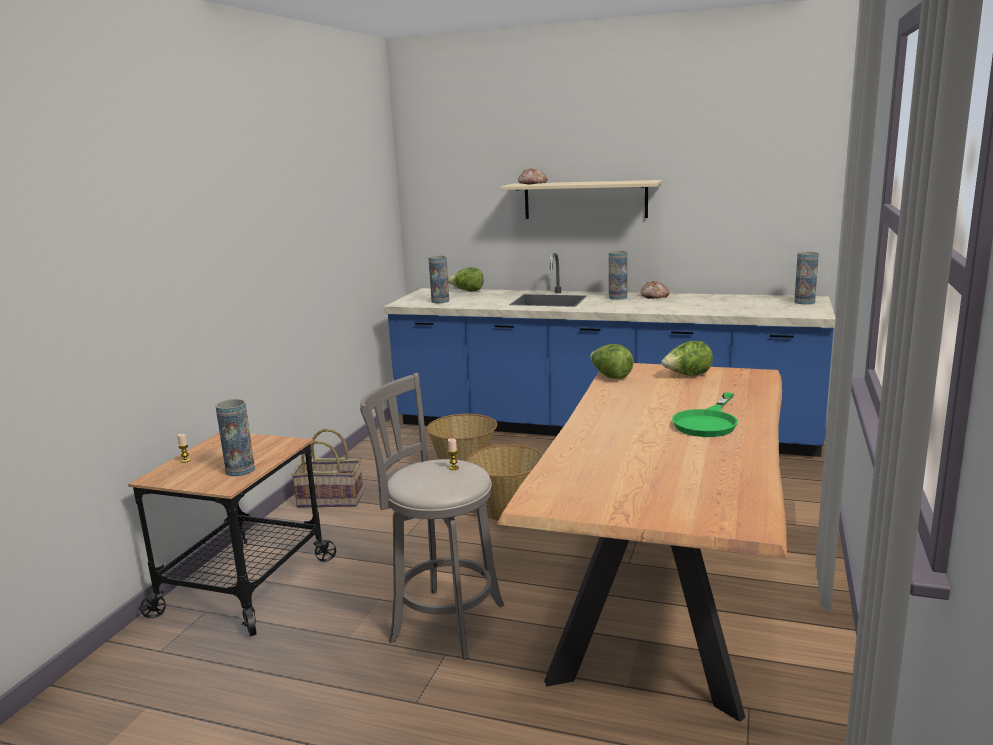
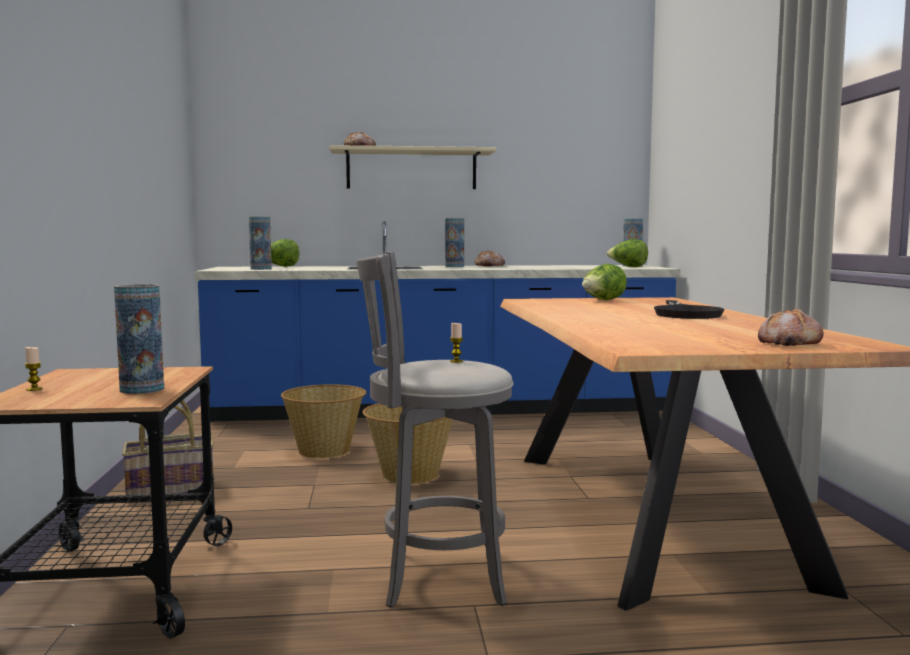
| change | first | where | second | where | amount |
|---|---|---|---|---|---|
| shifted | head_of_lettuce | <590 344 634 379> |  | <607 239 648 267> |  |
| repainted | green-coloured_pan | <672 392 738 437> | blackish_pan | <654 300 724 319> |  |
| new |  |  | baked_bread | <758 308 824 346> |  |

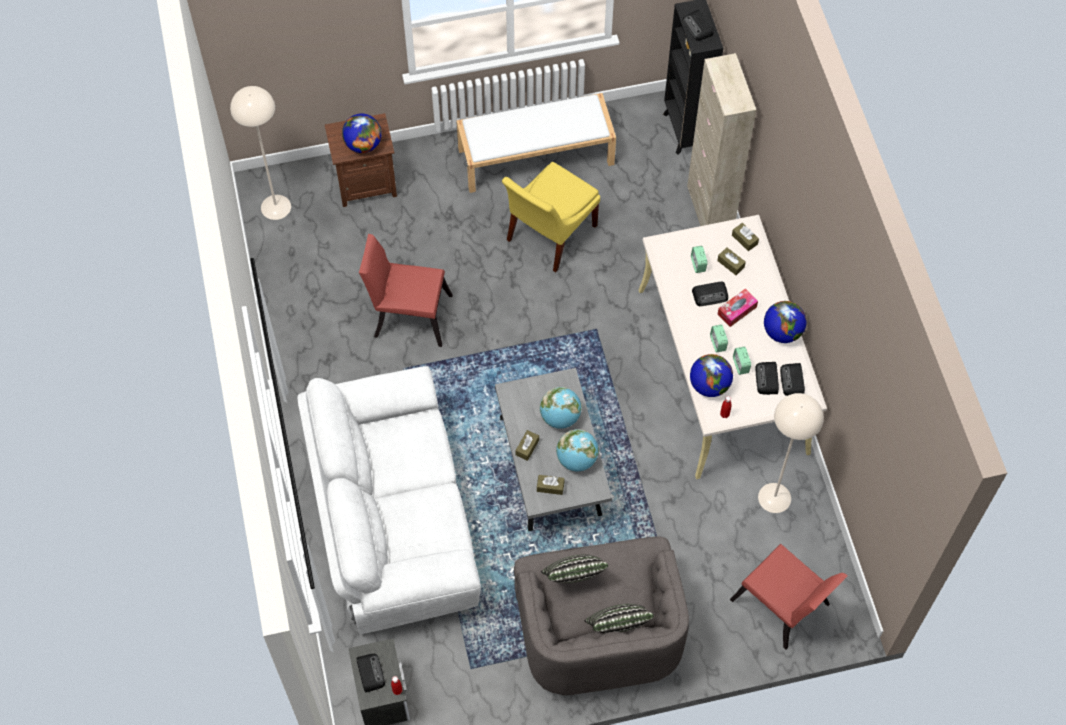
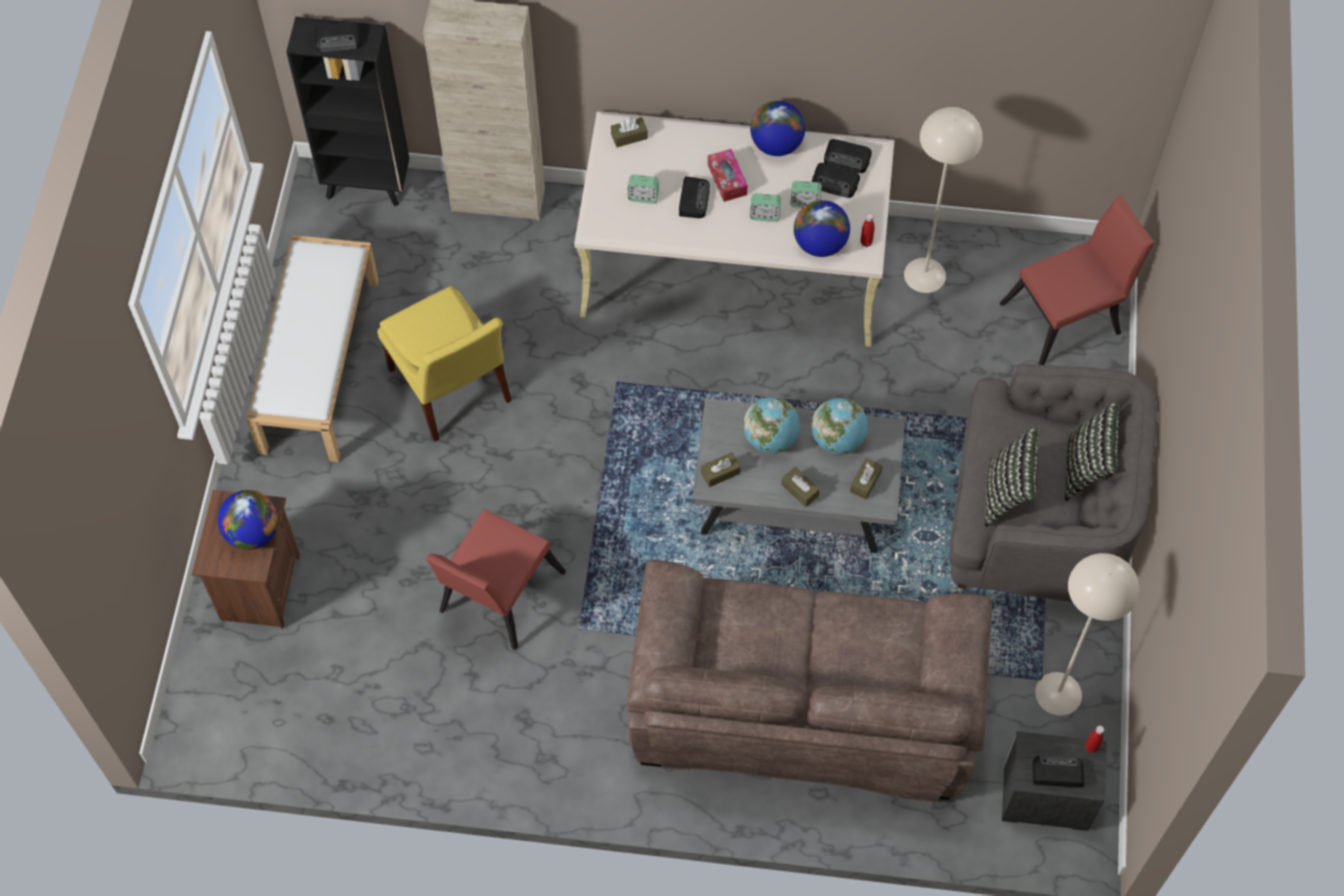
| change | first | where | second | where | amount |
|---|---|---|---|---|---|
| repainted | white_sofa | <297 366 481 634> | brown_sofa | <626 560 992 803> |  |
| shifted | brown_tissue_holder | <717 247 746 275> |  | <701 452 741 487> |  |
| shifted | beige-coloured_standing_lamp | <230 86 291 220> |  | <1035 553 1139 716> |  |

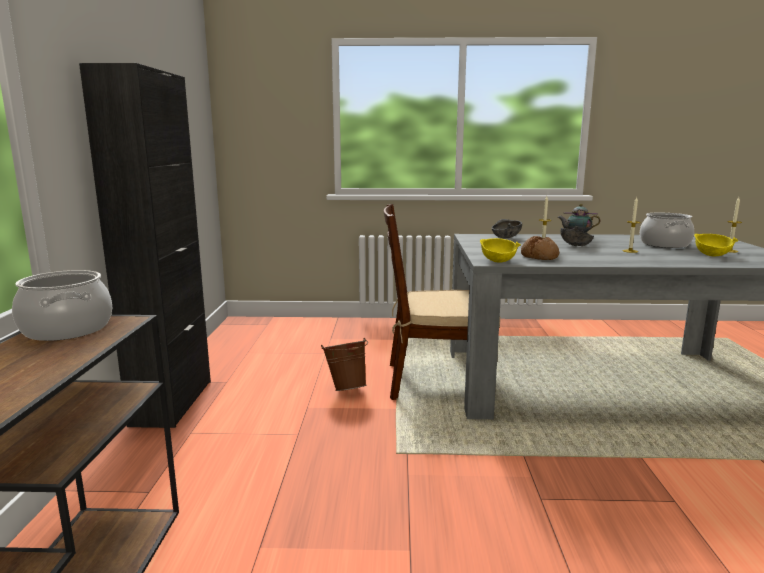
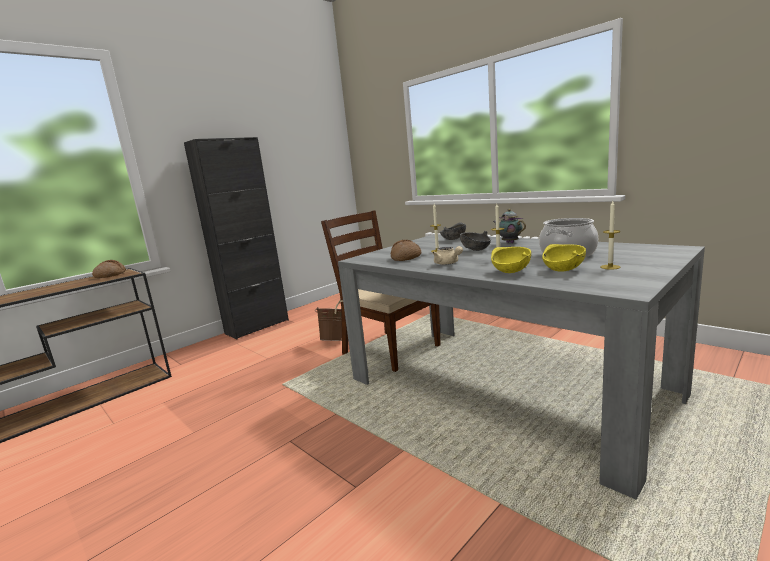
| change | first | where | second | where | amount |
|---|---|---|---|---|---|
| swapped | stockpot | <12 270 112 341> | baked_bread | <92 260 126 278> |  |
| new |  |  | beige-coloured_tea_pot | <433 246 463 265> |  |
| shifted | yellow-coloured_bowl | <480 238 521 263> |  | <491 247 531 273> |  |

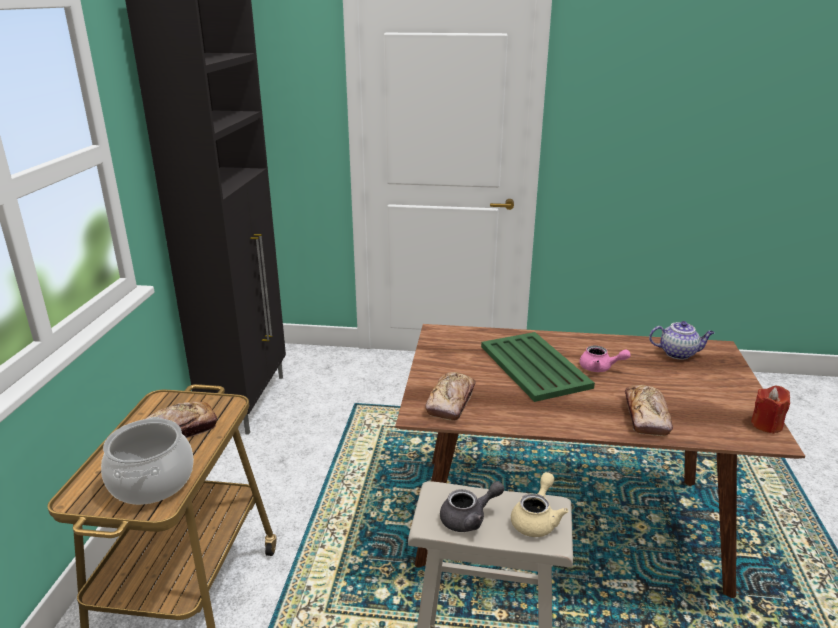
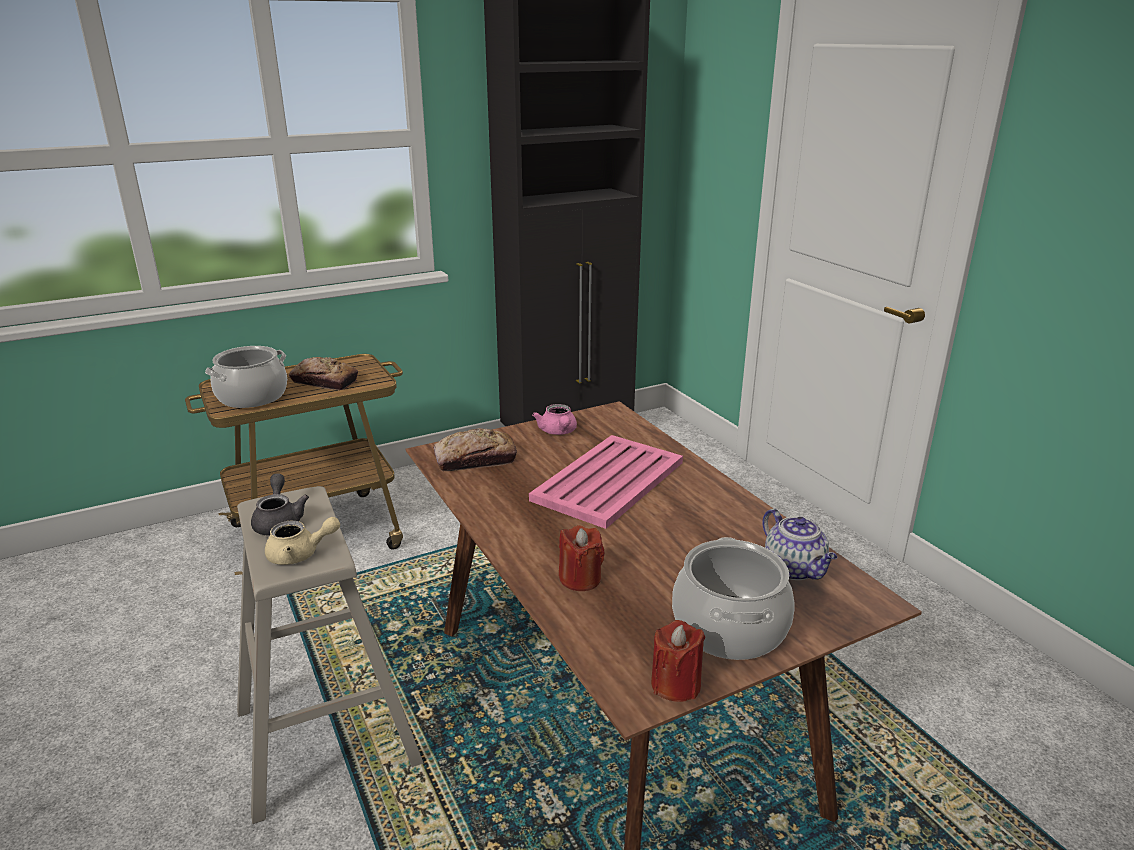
| change | first | where | second | where | amount |
|---|---|---|---|---|---|
| rotated | gray_tea_pot | <440 481 505 532> |  | <251 473 309 536> | 135 degrees counterclockwise |
| repainted | green-coloured_tray | <481 332 595 402> | pinkish_tray | <529 435 683 529> |  |
| shifted | pinkish_tea_pot | <580 345 631 372> |  | <532 404 577 435> |  |
| swapped | baked_bread | <625 385 673 436> | red_candle | <559 525 605 591> |  |
| new |  |  | stockpot | <672 537 795 660> |  |

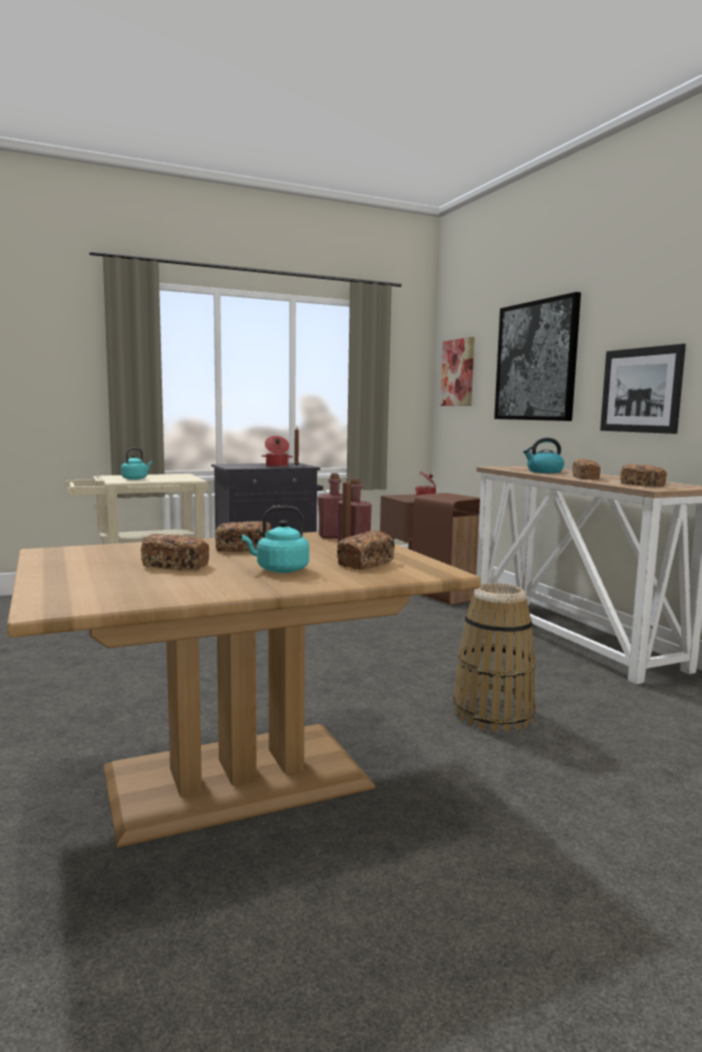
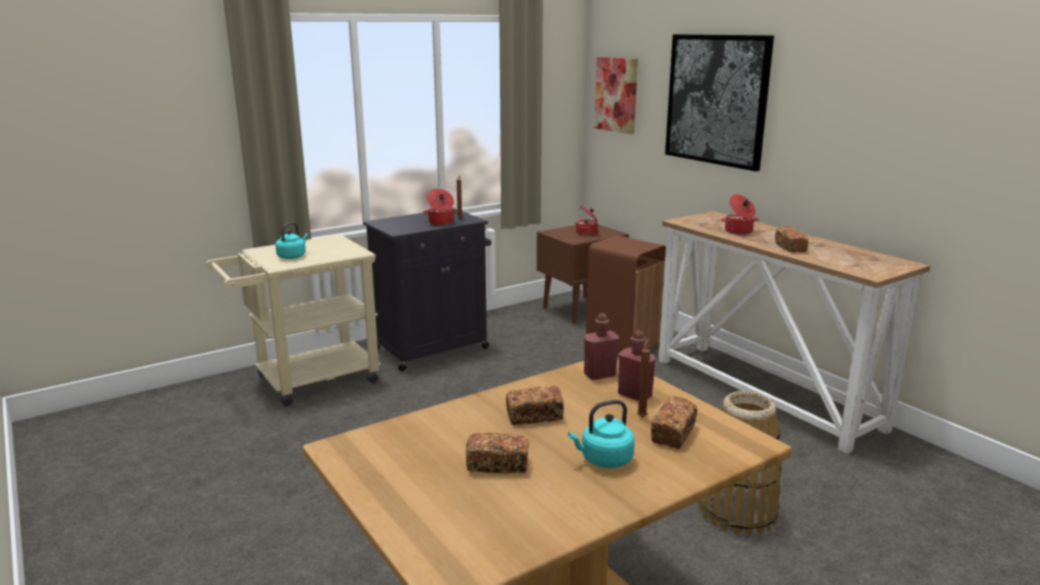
| change | first | where | second | where | amount |
|---|---|---|---|---|---|
| swapped | water_kettle | <523 438 564 473> | stockpot | <721 194 759 235> |  |
| gone | wall_picture | <600 344 686 434> |  |  |  |
| gone | baked_bread | <620 464 667 487> |  |  |  |

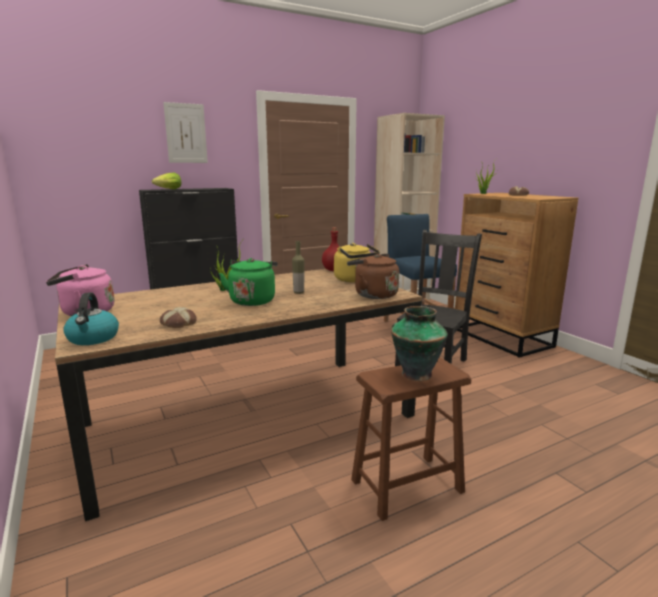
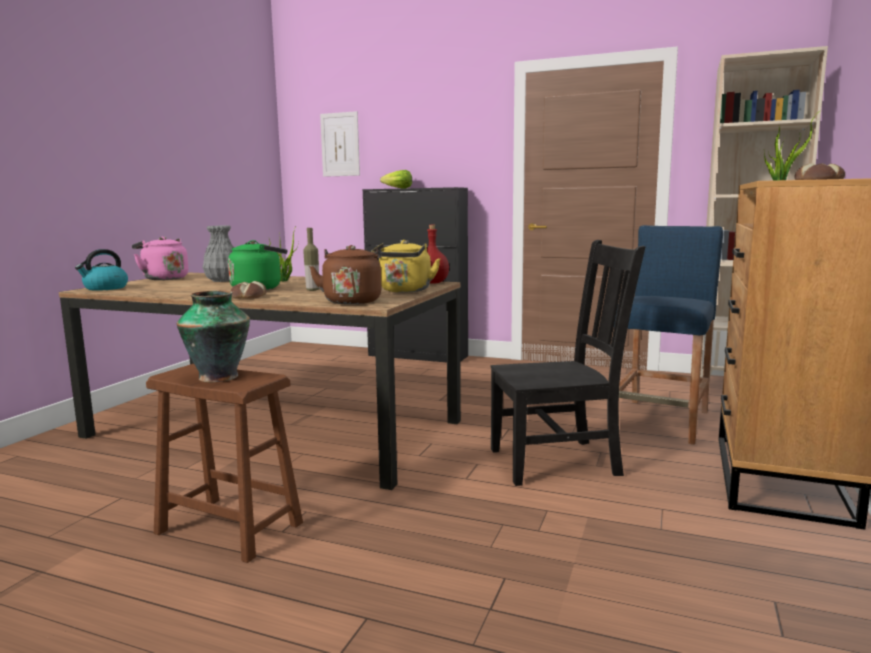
| change | first | where | second | where | amount |
|---|---|---|---|---|---|
| new |  |  | gray_vase | <203 226 234 282> |  |
| shifted | baked_bread | <160 307 197 328> |  | <230 281 267 299> |  |
| shifted | wall_picture | <163 102 208 163> |  | <320 111 360 177> |  |

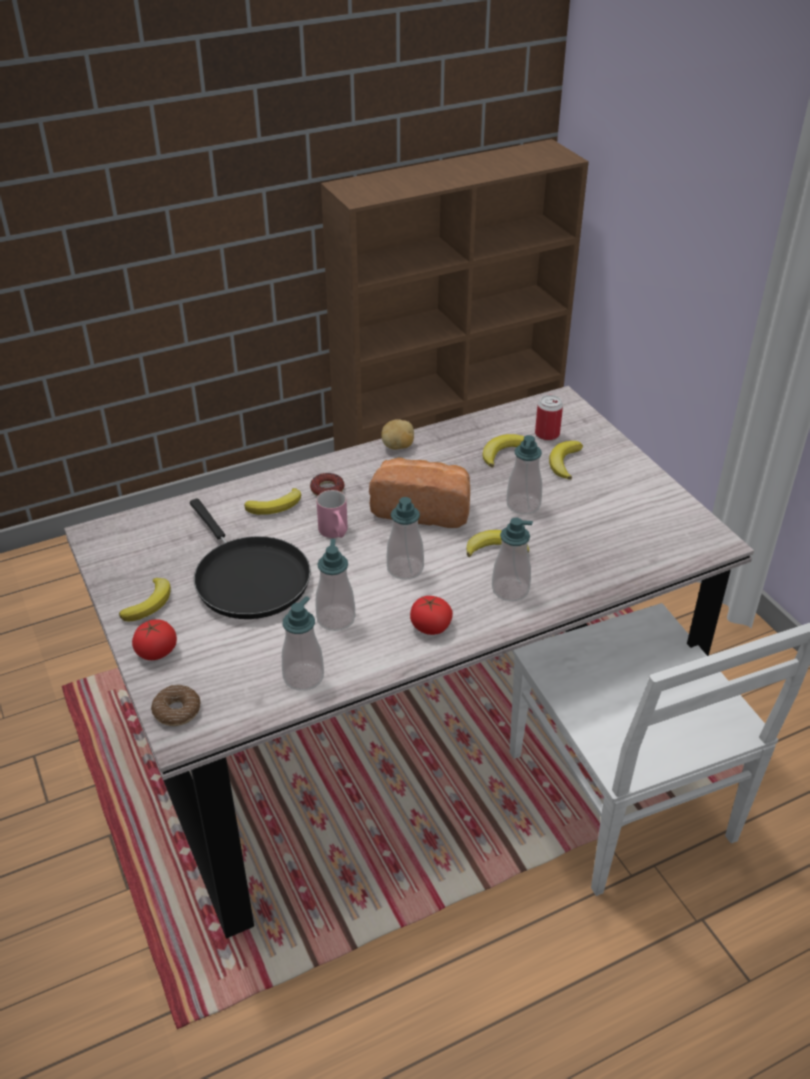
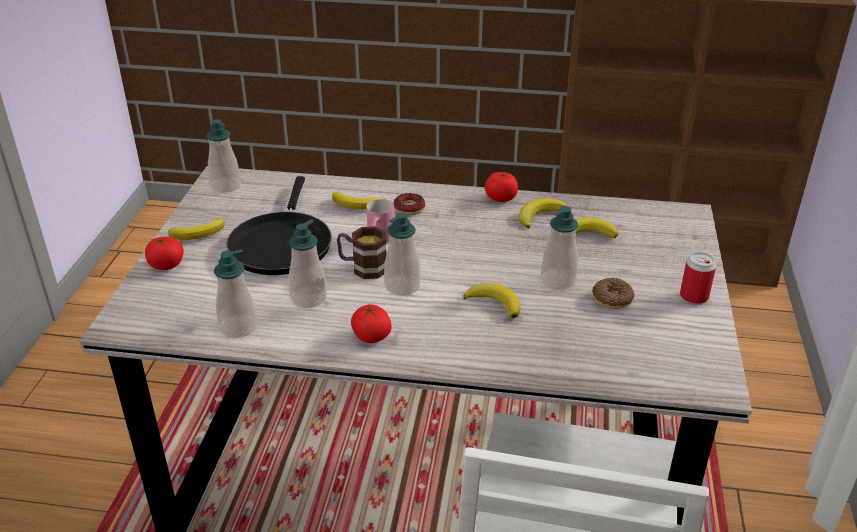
| change | first | where | second | where | amount |
|---|---|---|---|---|---|
| shifted | soap_bottle | <492 517 533 601> |  | <206 119 241 193> |  |
| new |  |  | coffee_mug | <337 226 387 279> |  |
| swapped | potato | <381 419 414 450> | fresh_tomato | <485 172 518 202> |  |
| shifted | banana | <549 441 583 480> |  | <519 198 567 229> |  |
| shifted | donut | <151 685 200 726> |  | <592 278 635 309> |  |
| shifted | metal_can | <535 395 563 441> |  | <680 252 716 304> |  |
| gone | baked_bread | <369 458 470 528> |  |  |  |

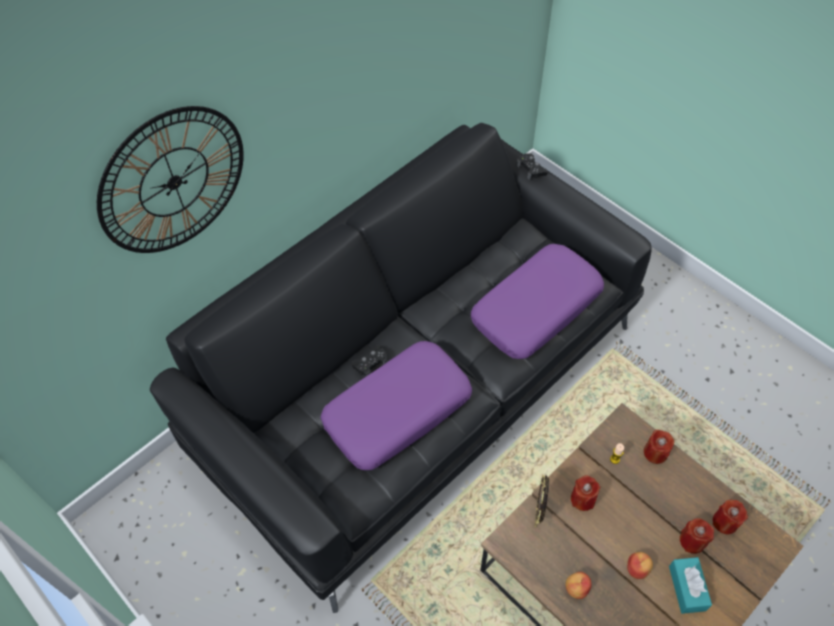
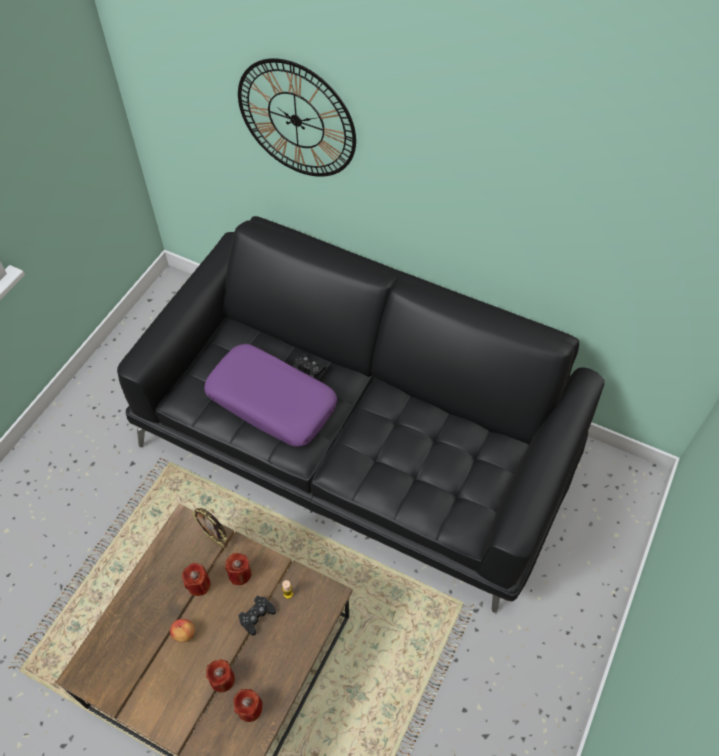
| change | first | where | second | where | amount |
|---|---|---|---|---|---|
| shifted | red_candle | <644 430 674 464> |  | <182 563 211 596> |  |
| rotated | picture_frame | <535 475 549 528> |  | <192 508 227 548> | 135 degrees counterclockwise |
| shifted | blackish_gamepad | <516 153 548 180> |  | <238 596 276 636> |  |
| gone | purple_pillow | <471 244 604 359> |  |  |  |
| gone | apple_fruit | <566 572 592 599> |  |  |  |
| gone | turquoise_tissue_holder | <669 557 712 614> |  |  |  |

